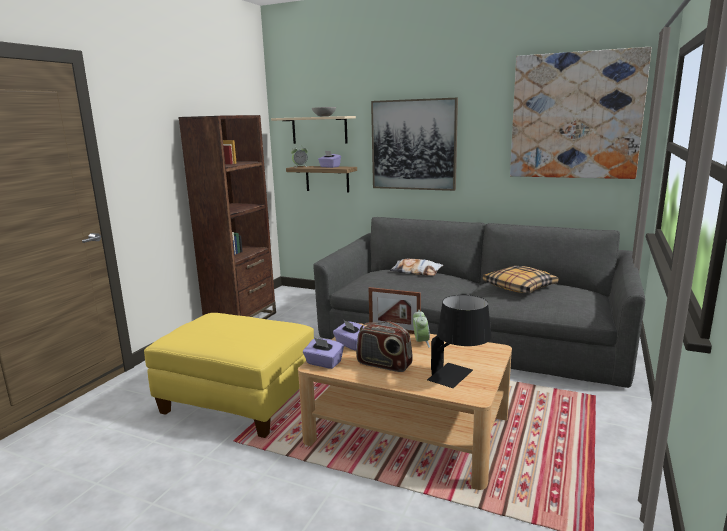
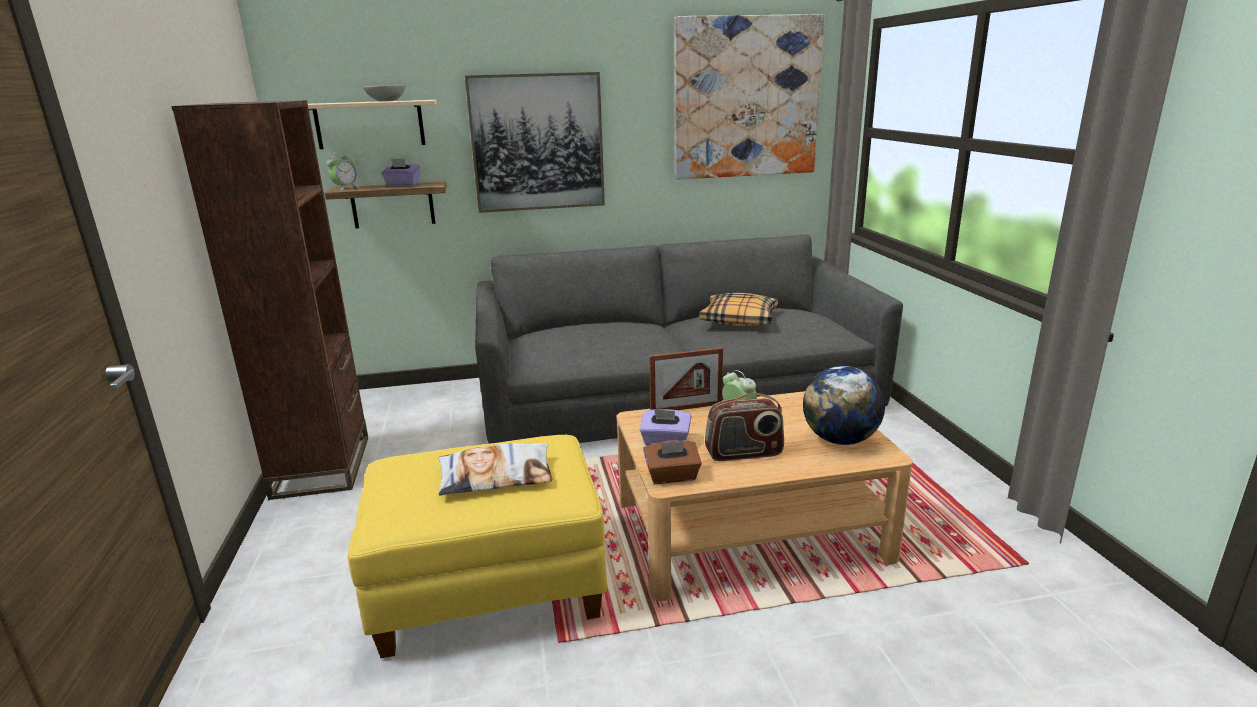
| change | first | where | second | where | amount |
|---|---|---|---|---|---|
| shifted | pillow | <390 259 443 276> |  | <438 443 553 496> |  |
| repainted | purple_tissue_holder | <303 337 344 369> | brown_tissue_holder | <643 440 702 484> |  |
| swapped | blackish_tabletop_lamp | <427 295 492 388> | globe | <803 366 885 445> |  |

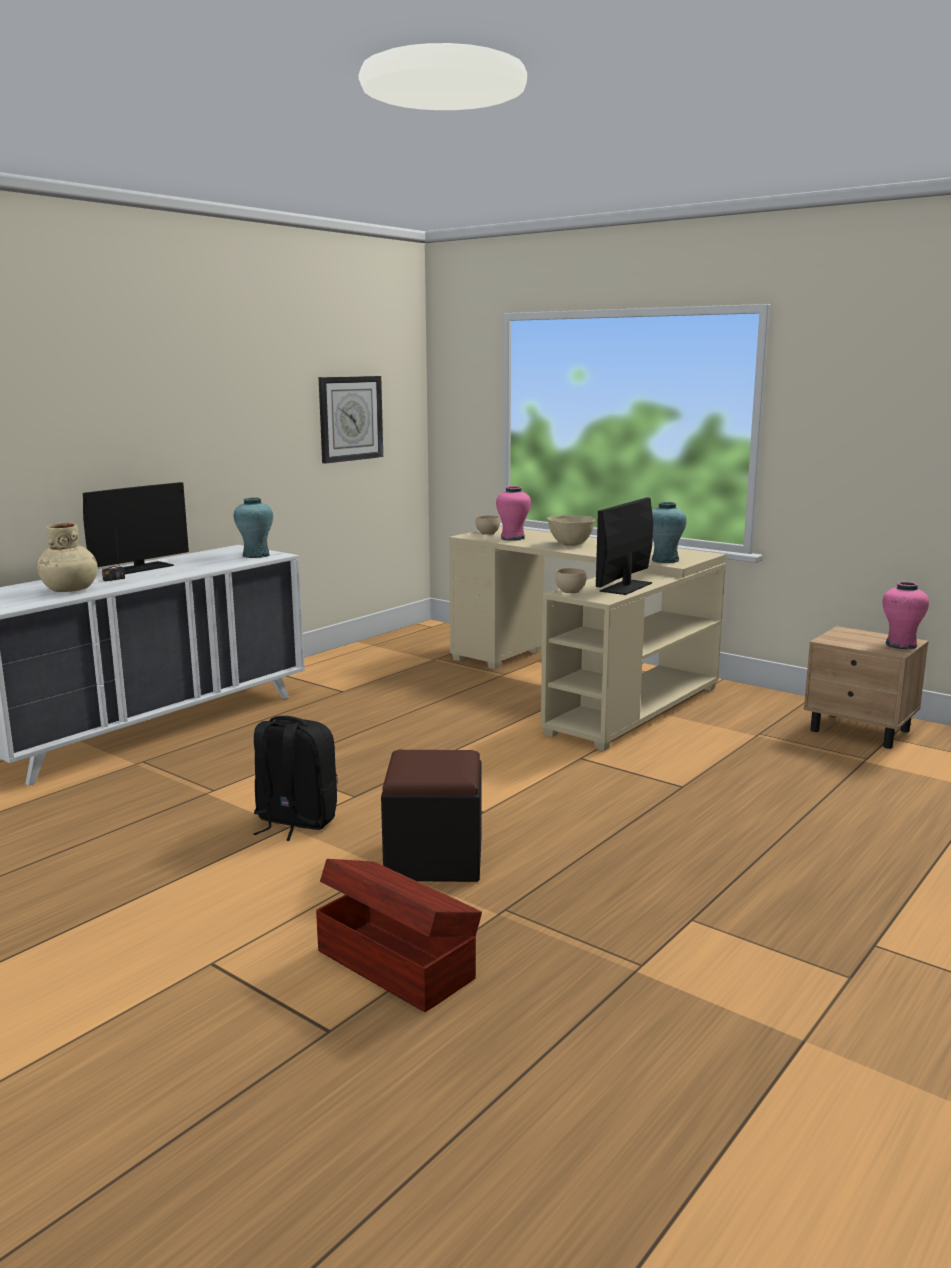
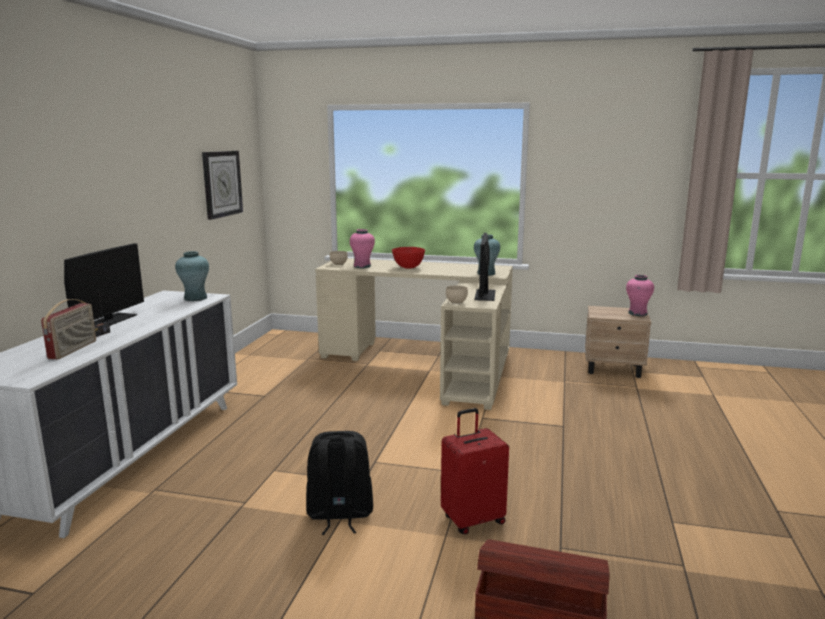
| change | first | where | second | where | amount |
|---|---|---|---|---|---|
| swapped | beige-coloured_vase | <37 522 98 592> | radio_set | <41 299 96 359> |  |
| repainted | beige-coloured_bowl | <547 515 595 546> | red_bowl | <392 247 425 269> |  |
| swapped | blackish_ottoman | <381 750 481 882> | red_travel_case | <441 408 509 534> |  |

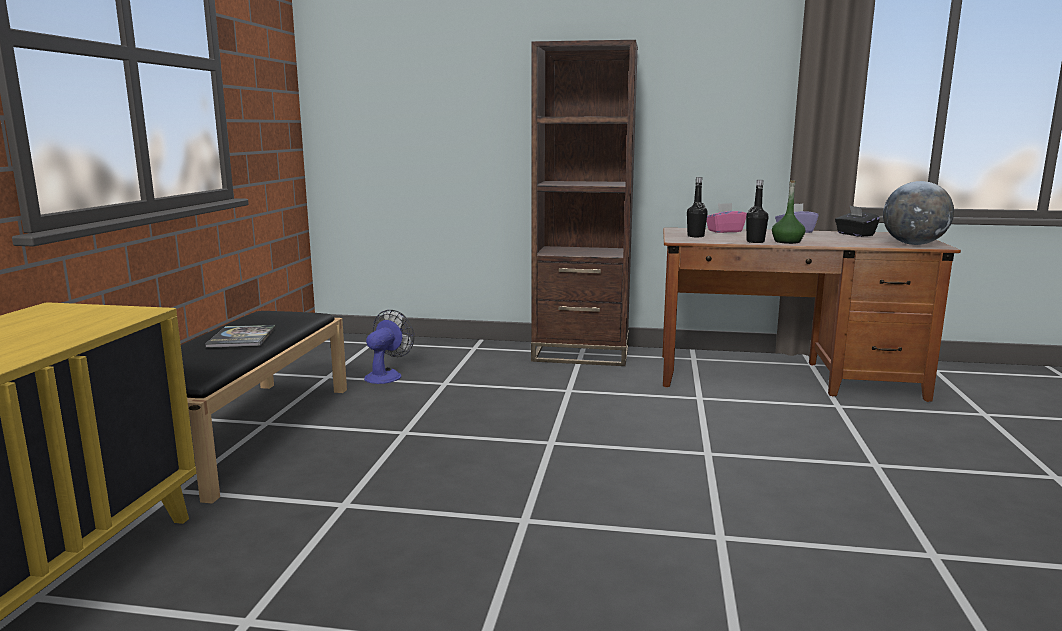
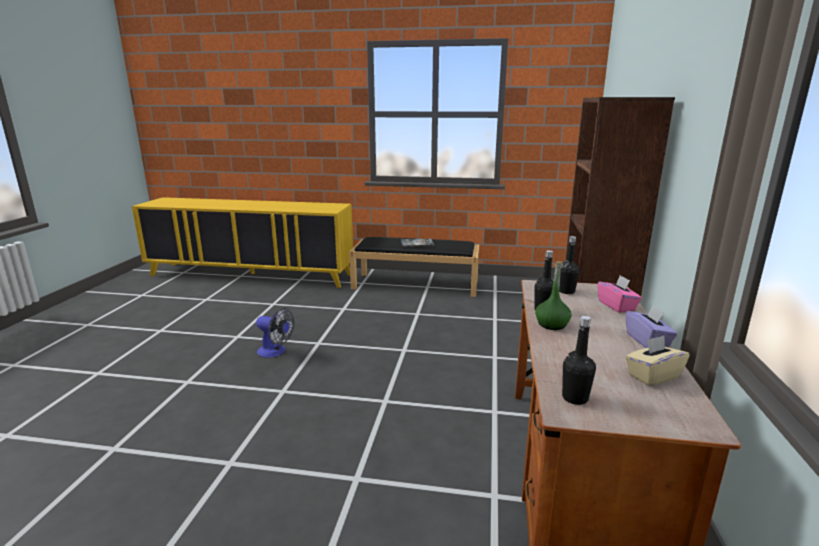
| change | first | where | second | where | amount |
|---|---|---|---|---|---|
| shifted | cooling_fan | <364 310 414 384> |  | <256 308 294 358> |  |
| swapped | globe | <883 181 954 245> | blackish_drink_bottle | <562 316 596 405> |  |
| repainted | blackish_tissue_holder | <835 205 880 237> | beige-coloured_tissue_holder | <625 336 690 386> |  |

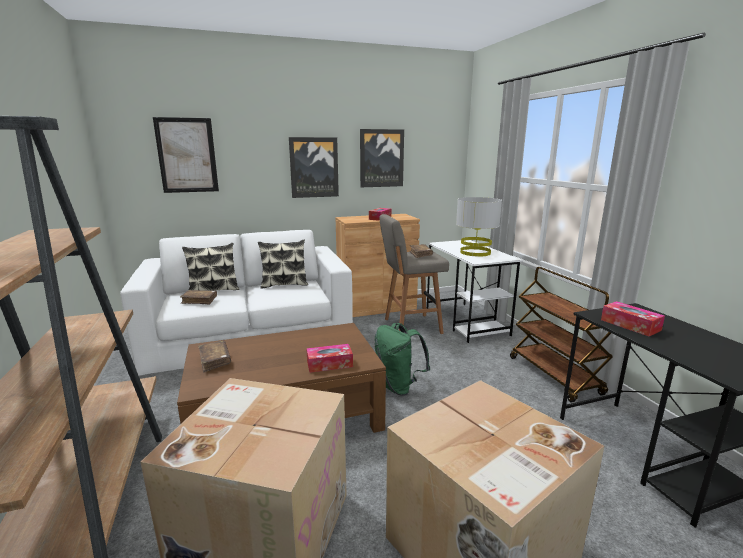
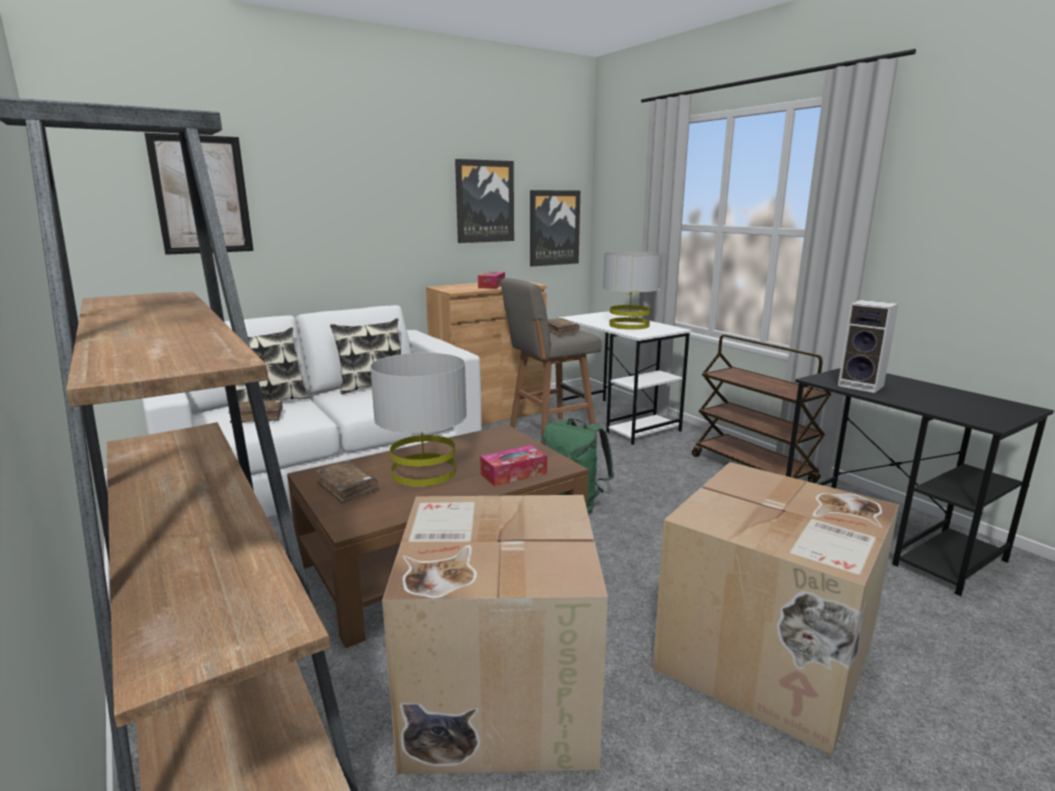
| change | first | where | second | where | amount |
|---|---|---|---|---|---|
| new |  |  | gray_tabletop_lamp | <370 353 467 487> |  |
| shifted | wall_picture | <289 137 339 198> |  | <530 190 580 267> |  |
| swapped | tissue_holder | <601 301 665 336> | speaker | <838 300 899 393> |  |

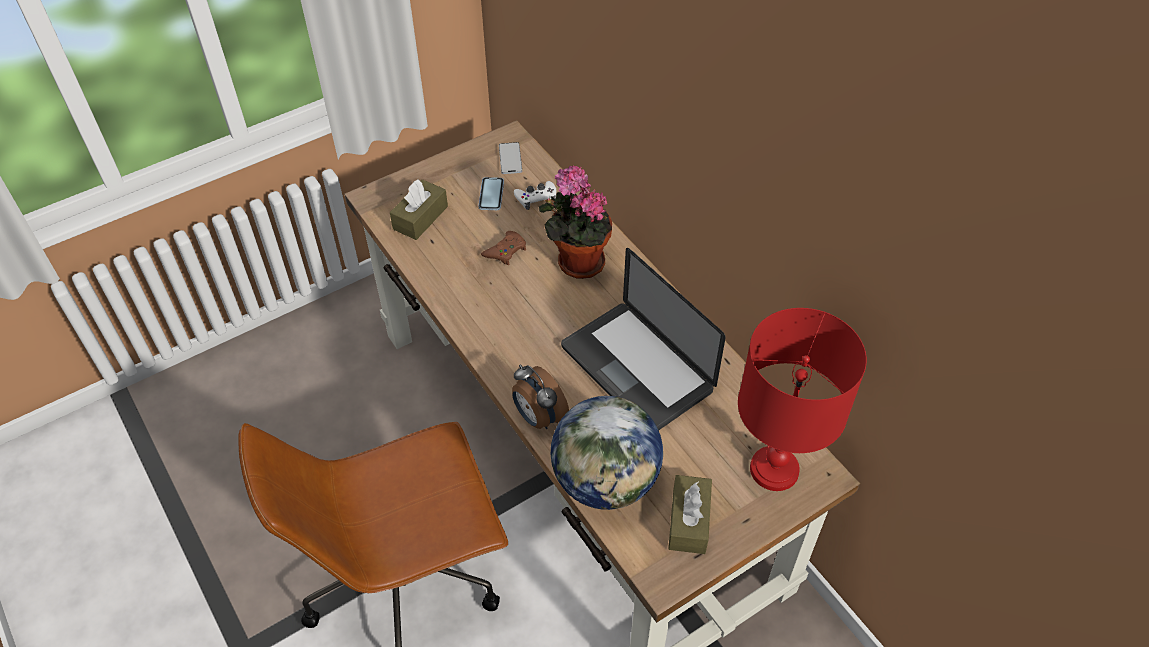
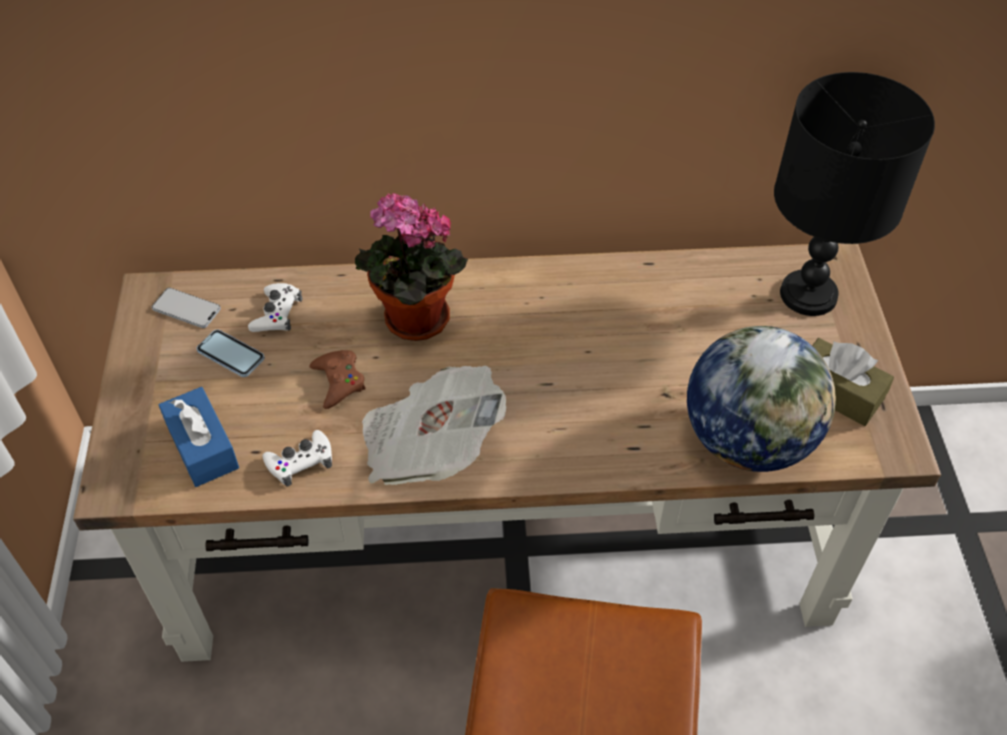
| change | first | where | second | where | amount |
|---|---|---|---|---|---|
| repainted | brown_tissue_holder | <390 179 448 240> | blue_tissue_holder | <159 387 239 487> |  |
| new |  |  | white_gamepad | <263 430 332 487> |  |
| new |  |  | printed_paper | <362 366 506 485> |  |
| repainted | red_tabletop_lamp | <738 308 867 491> | blackish_tabletop_lamp | <774 72 935 316> |  |
| gone | table_clock | <512 364 569 429> |  |  |  |
| gone | laptop | <561 248 726 430> |  |  |  |

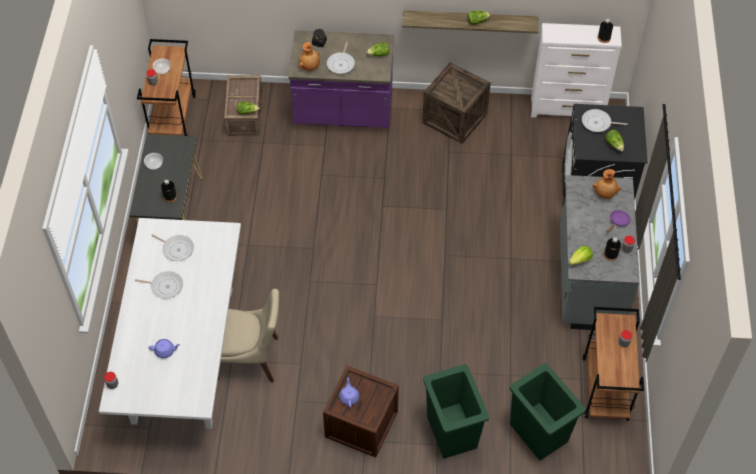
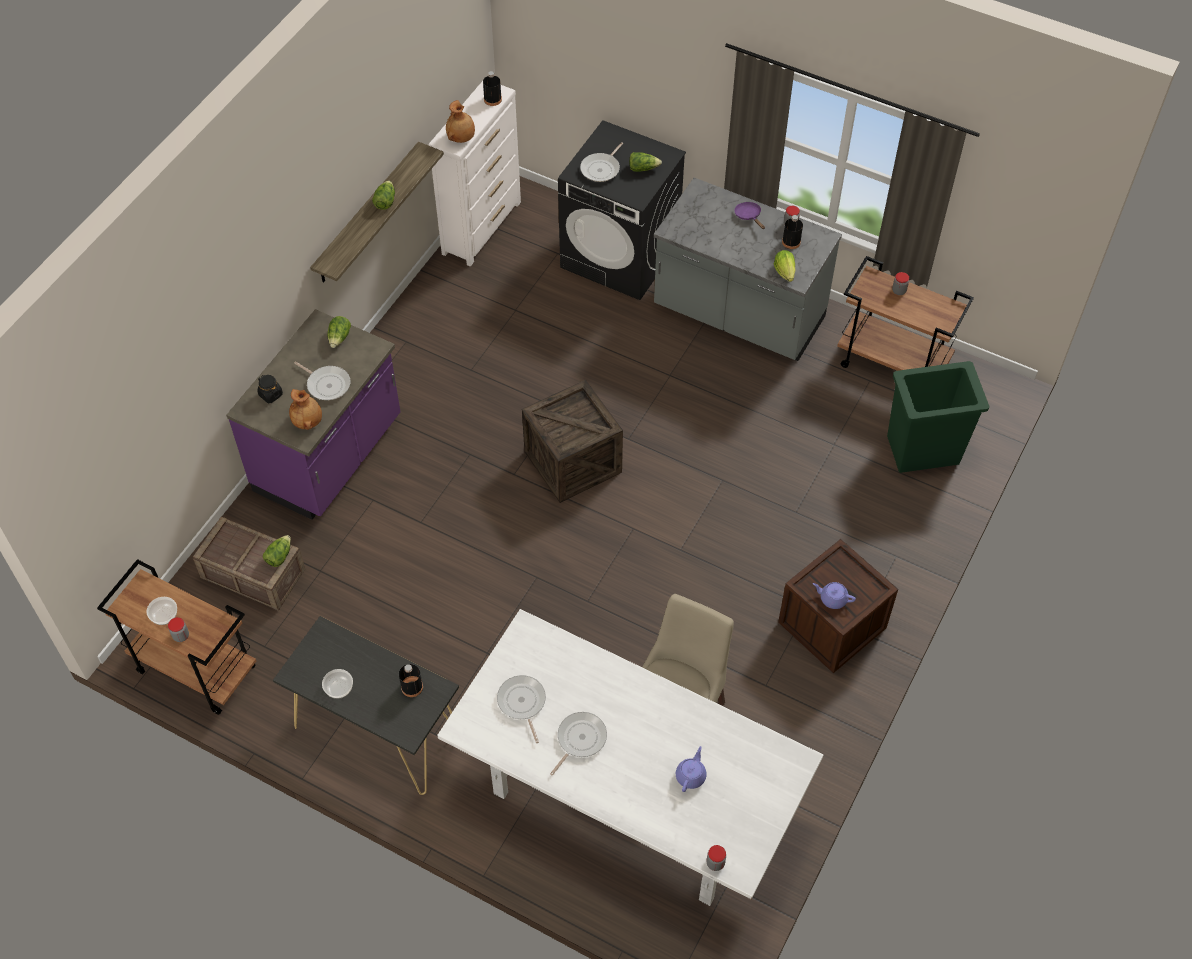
| change | first | where | second | where | amount |
|---|---|---|---|---|---|
| shifted | brown_vase | <593 169 620 199> |  | <446 100 475 143> |  |
| rotated | pan | <151 234 194 261> |  | <497 675 546 743> | 75 degrees counterclockwise |
| shifted | crate | <422 62 491 144> |  | <522 380 623 503> |  |
| gone | green-coloured_trash_can | <423 364 489 459> |  |  |  |

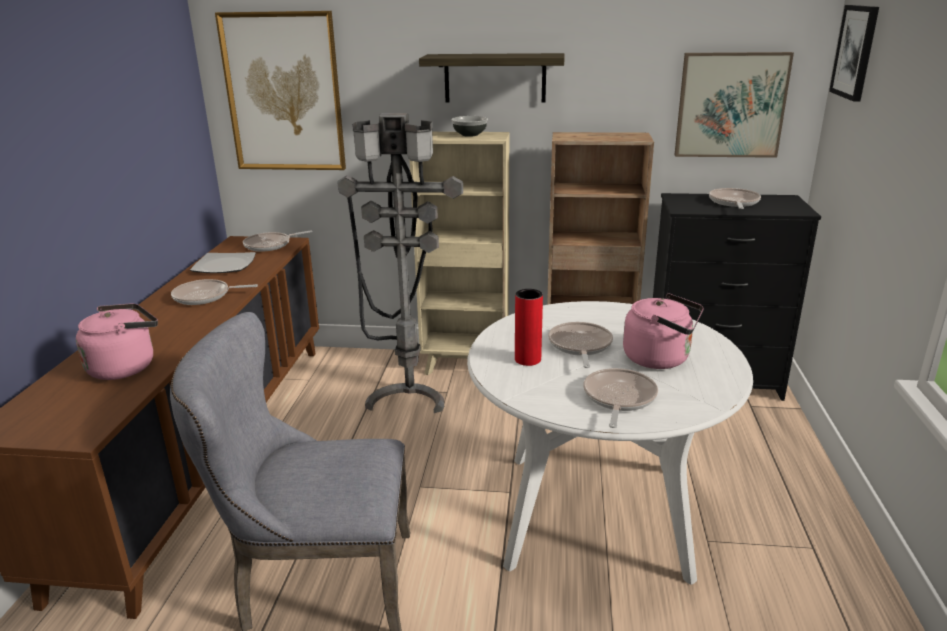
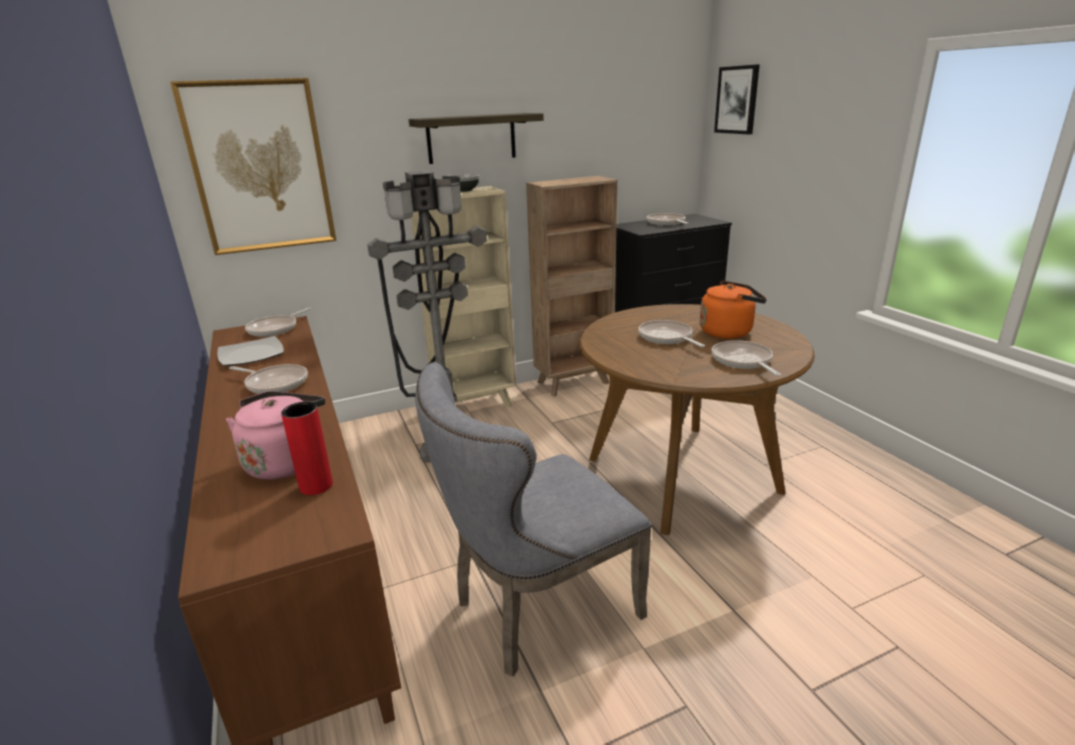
| change | first | where | second | where | amount |
|---|---|---|---|---|---|
| rotated | pan | <171 279 258 305> |  | <229 364 308 394> | 120 degrees counterclockwise |
| shifted | red_vase | <515 289 543 366> |  | <281 402 333 495> |  |
| repainted | white_dining_table | <467 301 753 585> | brown_dining_table | <580 304 814 535> |  |
| repainted | pinkish_water_kettle | <623 293 704 369> | orange_water_kettle | <700 281 767 339> |  |
| gone | wall_picture | <675 52 794 158> |  |  |  |

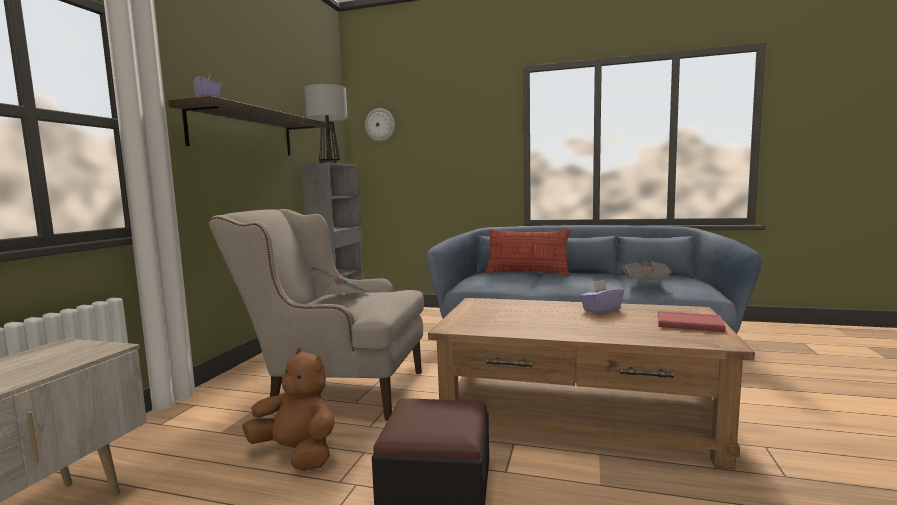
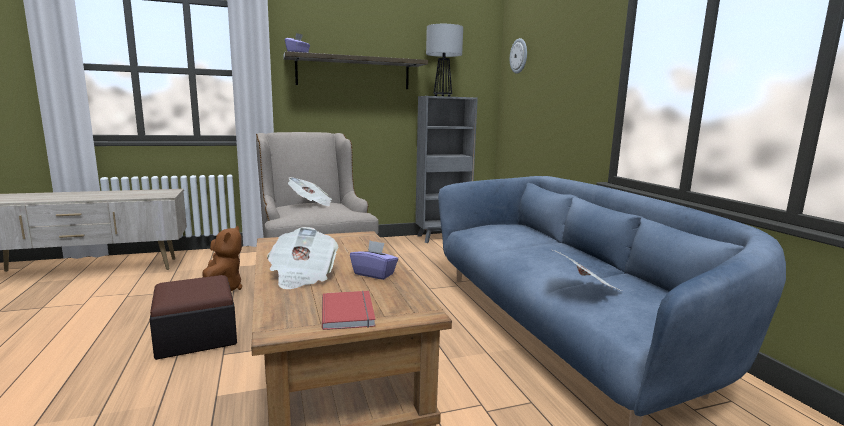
| change | first | where | second | where | amount |
|---|---|---|---|---|---|
| new |  |  | printed_paper | <267 227 339 289> |  |
| gone | pillow | <485 229 571 276> |  |  |  |

